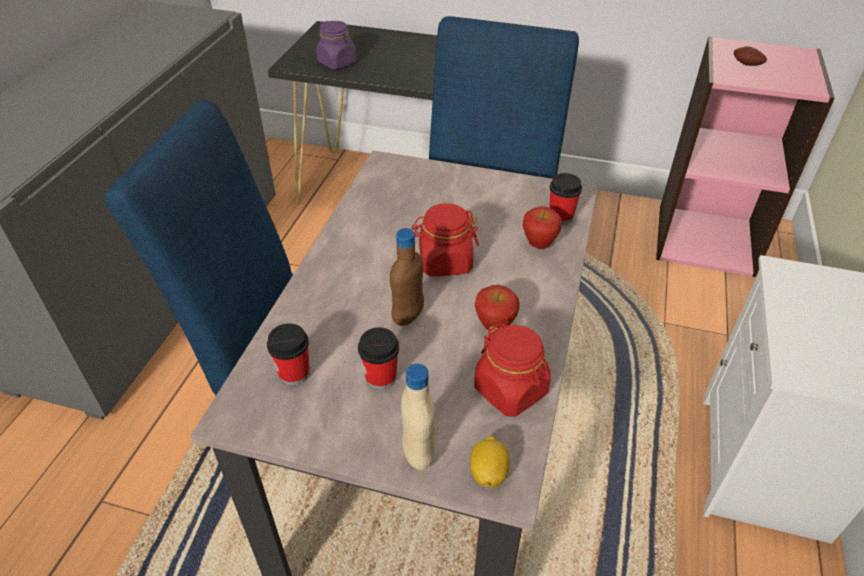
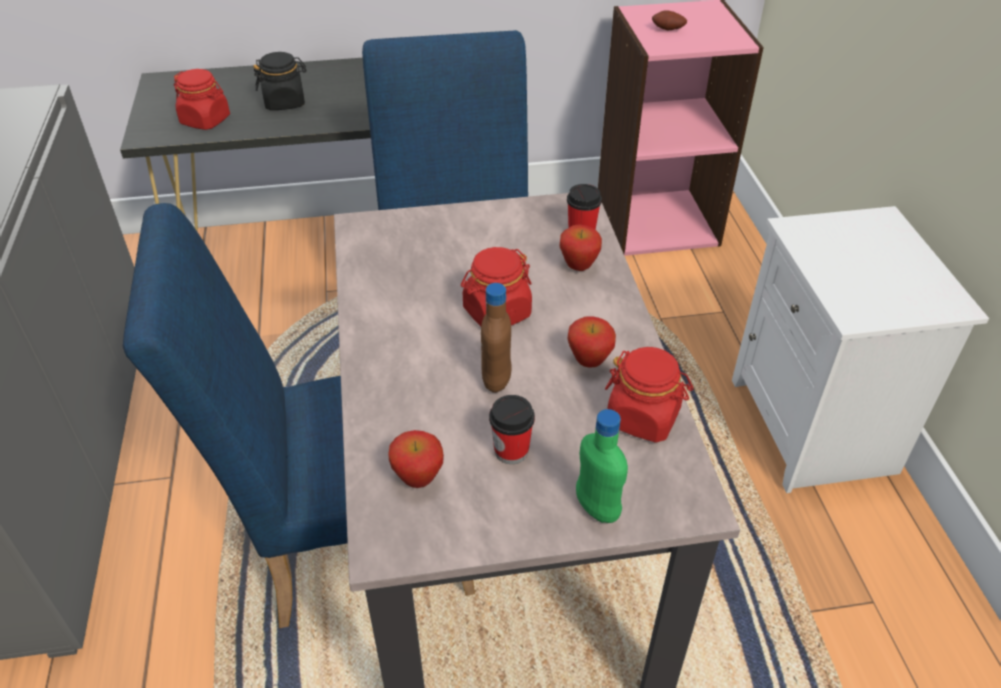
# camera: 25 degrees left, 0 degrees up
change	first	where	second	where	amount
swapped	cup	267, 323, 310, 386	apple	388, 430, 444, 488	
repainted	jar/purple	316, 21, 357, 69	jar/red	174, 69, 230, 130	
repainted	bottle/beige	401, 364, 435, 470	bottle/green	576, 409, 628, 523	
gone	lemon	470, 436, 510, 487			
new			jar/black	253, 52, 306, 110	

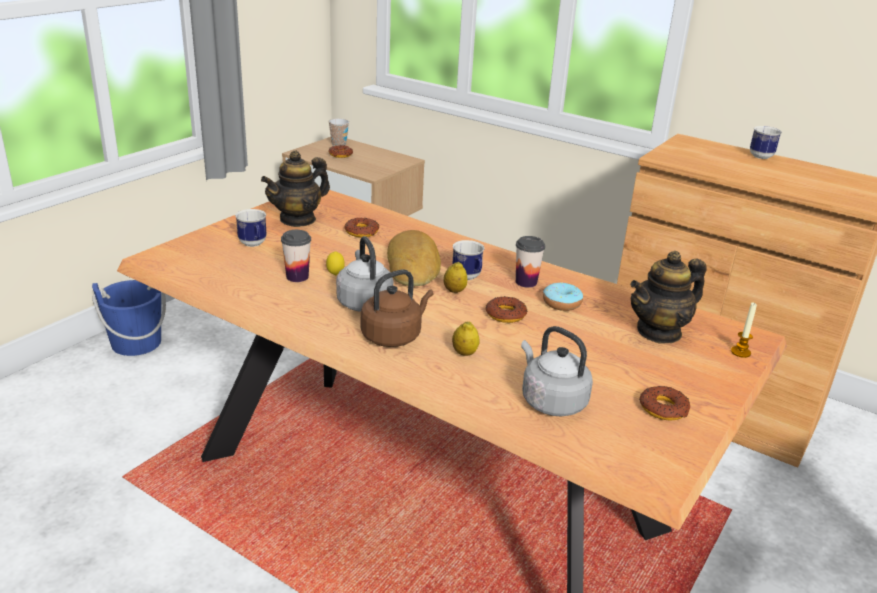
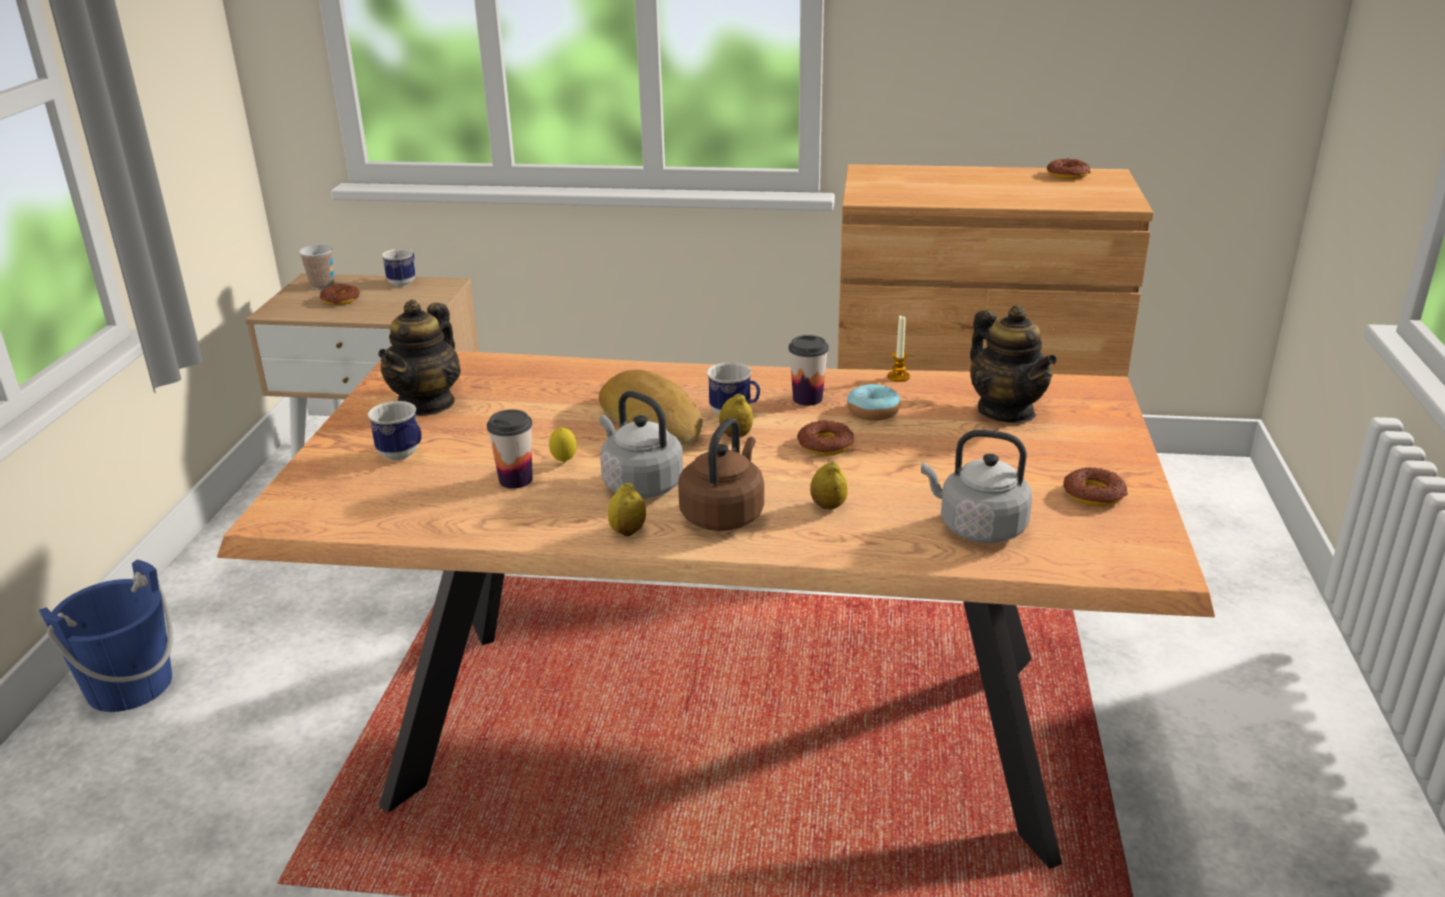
# camera: 25 degrees left, 0 degrees up
change	first	where	second	where	amount
shifted	donut	344, 218, 379, 237		1047, 159, 1091, 180	
rotated	teapot	630, 251, 707, 344		970, 305, 1057, 423	60 degrees counterclockwise
shifted	candle	731, 302, 757, 358		887, 315, 910, 382	
shifted	mug	750, 126, 782, 159		382, 248, 415, 287	
new			lemon	608, 483, 646, 536	

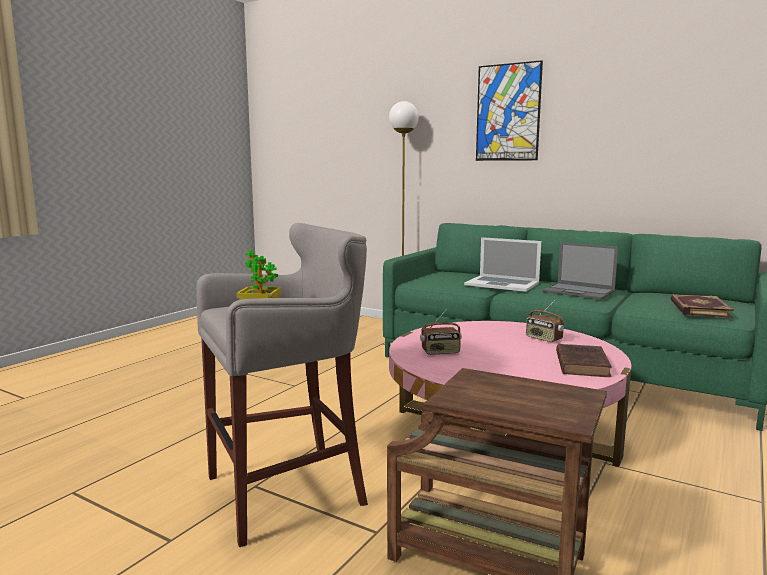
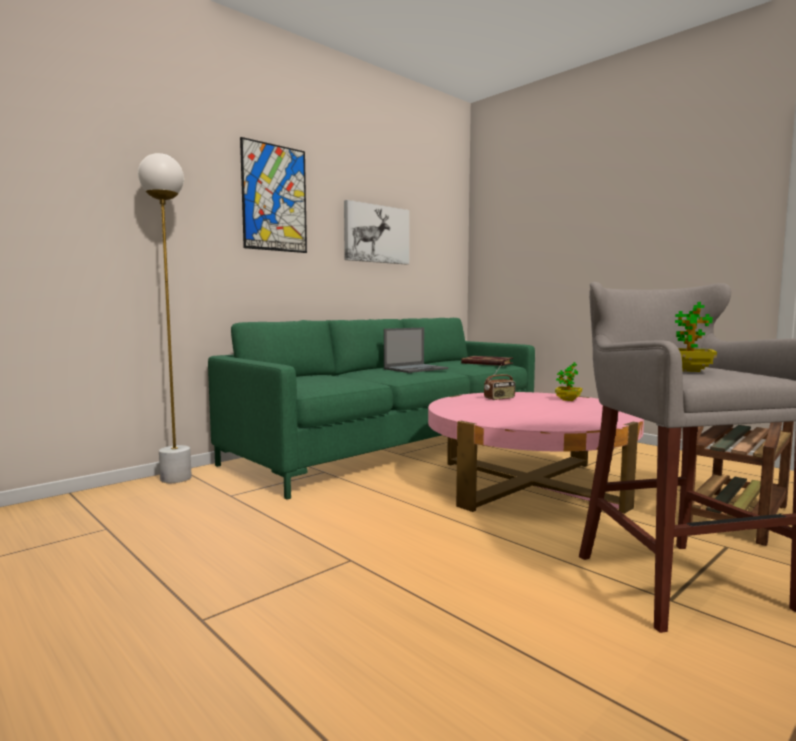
# camera: 75 degrees left, 5 degrees down
change	first	where	second	where	amount
gone	radio	420, 310, 462, 355			
gone	laptop	464, 237, 541, 292			
swapped	book/brown	556, 344, 612, 377	potted plant	555, 362, 582, 401	
new			picture	344, 200, 409, 264	

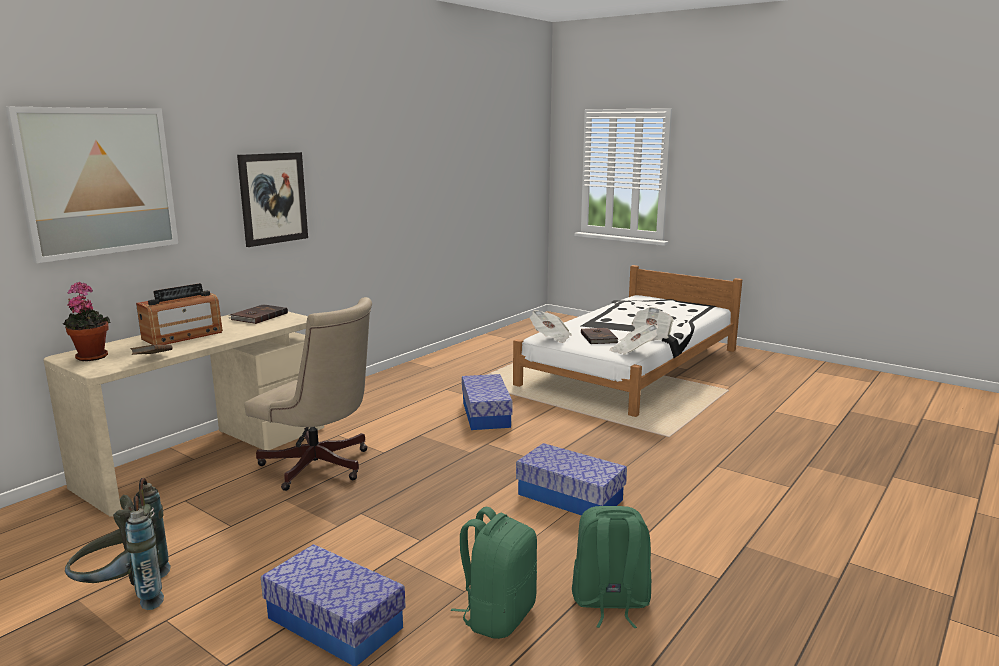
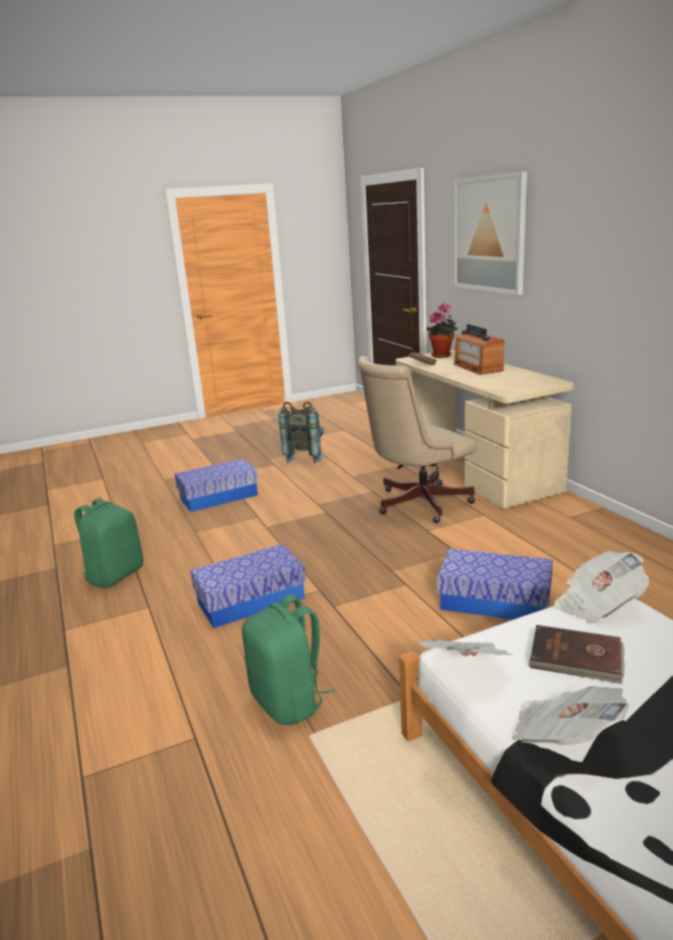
# camera: 120 degrees right, 5 degrees up
change	first	where	second	where	amount
gone	book/brown	229, 304, 288, 324			
gone	picture	237, 152, 308, 247			
shifted	backpack/green	451, 507, 537, 639		242, 594, 335, 725	

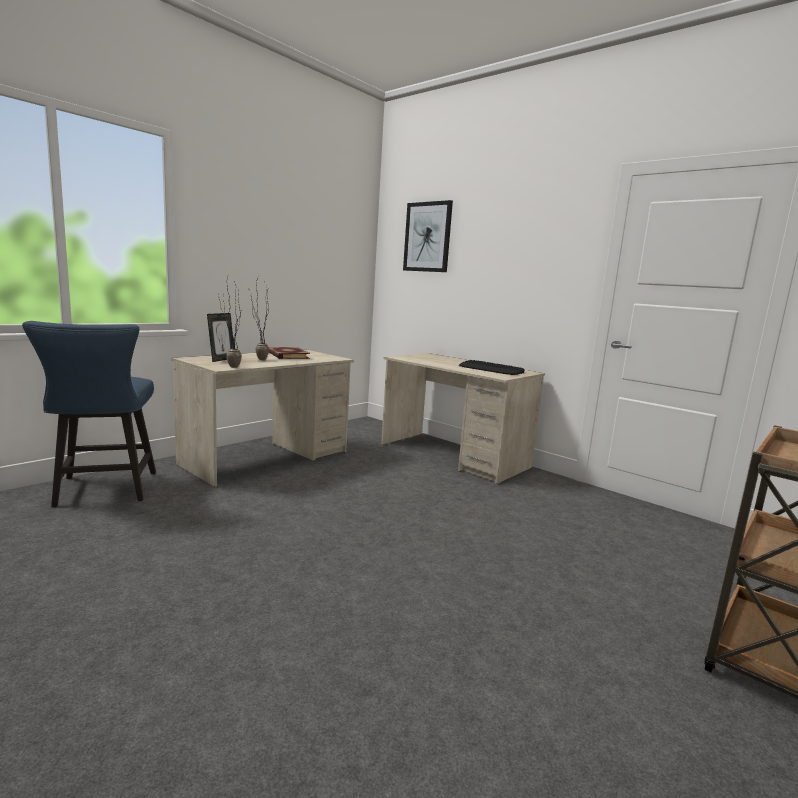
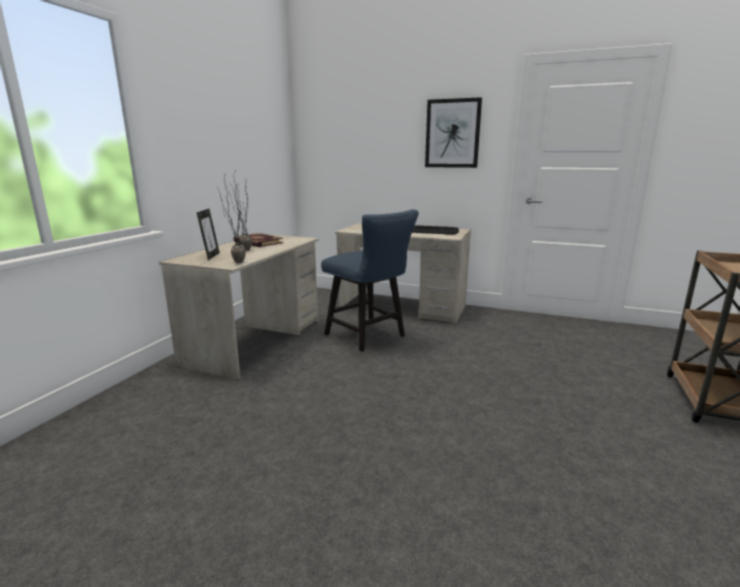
# camera: 20 degrees left, 5 degrees up
change	first	where	second	where	amount
shifted	chair/blue	22, 321, 156, 507		321, 209, 419, 352	
shifted	picture	403, 200, 453, 272		425, 97, 482, 168	

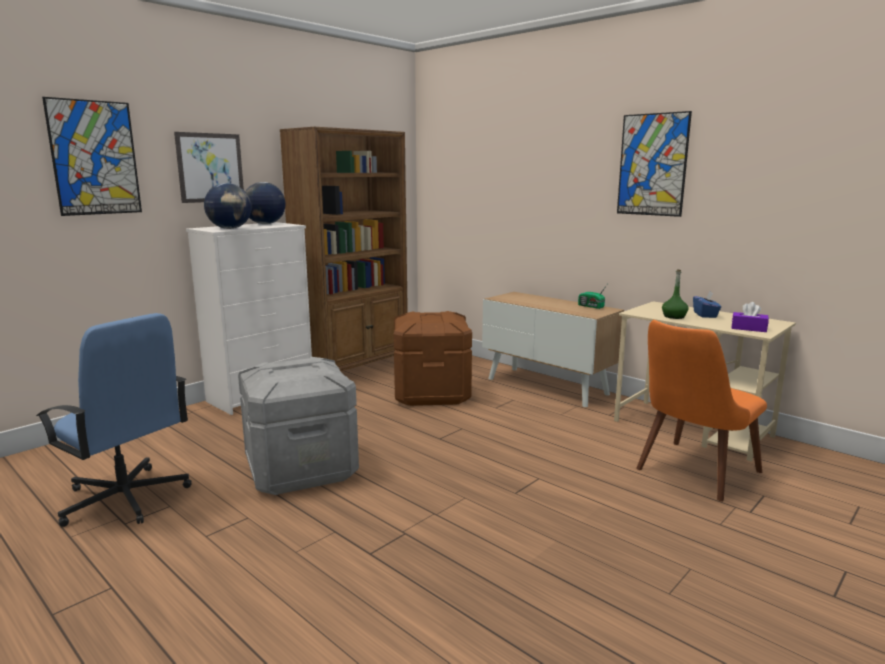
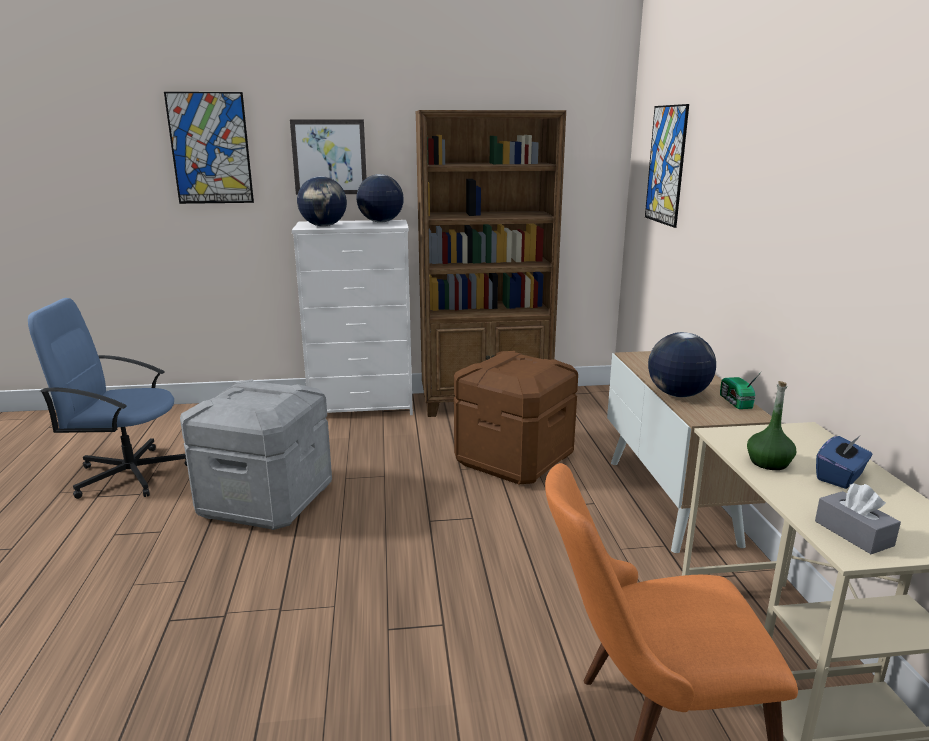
# camera: 40 degrees right, 5 degrees up
change	first	where	second	where	amount
rotated	office chair/blue	36, 313, 191, 527		28, 298, 187, 499	105 degrees clockwise
shifted	picture	617, 111, 692, 217		645, 104, 689, 228	
repainted	tissue box/purple	731, 302, 769, 332	tissue box/grey	815, 483, 901, 554	
new			globe	648, 332, 716, 397	

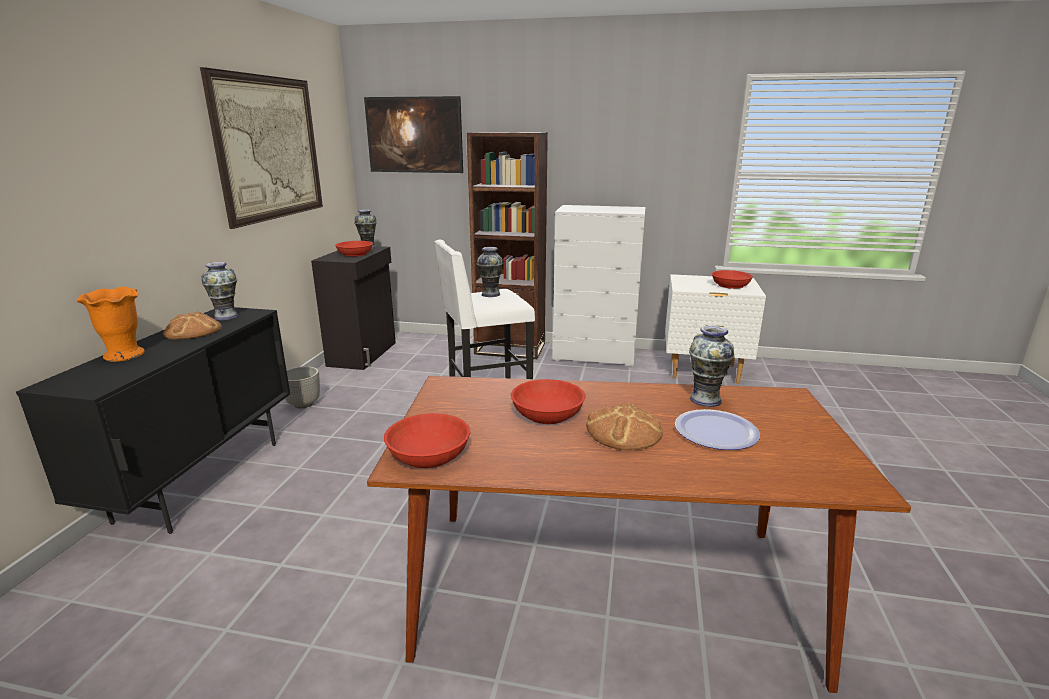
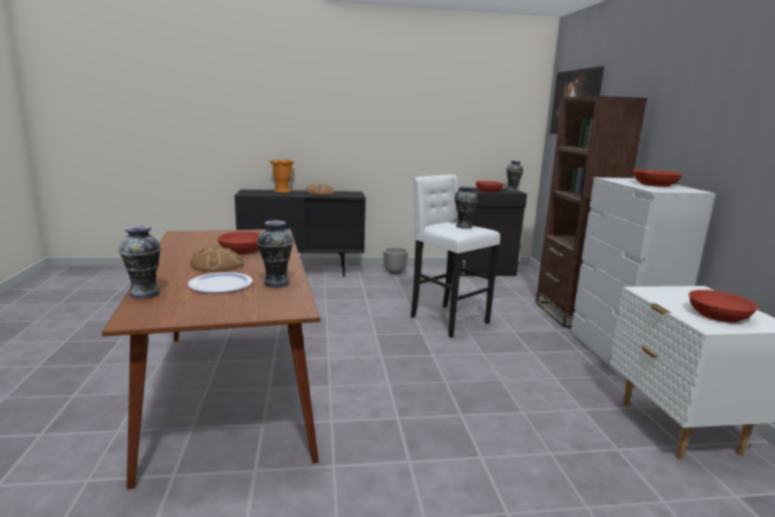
# camera: 70 degrees right, 5 degrees down
change	first	where	second	where	amount
gone	picture	200, 67, 323, 229			
shifted	vase	202, 262, 238, 320		119, 226, 161, 299	
shifted	bowl/red	384, 413, 471, 468		633, 169, 683, 187	

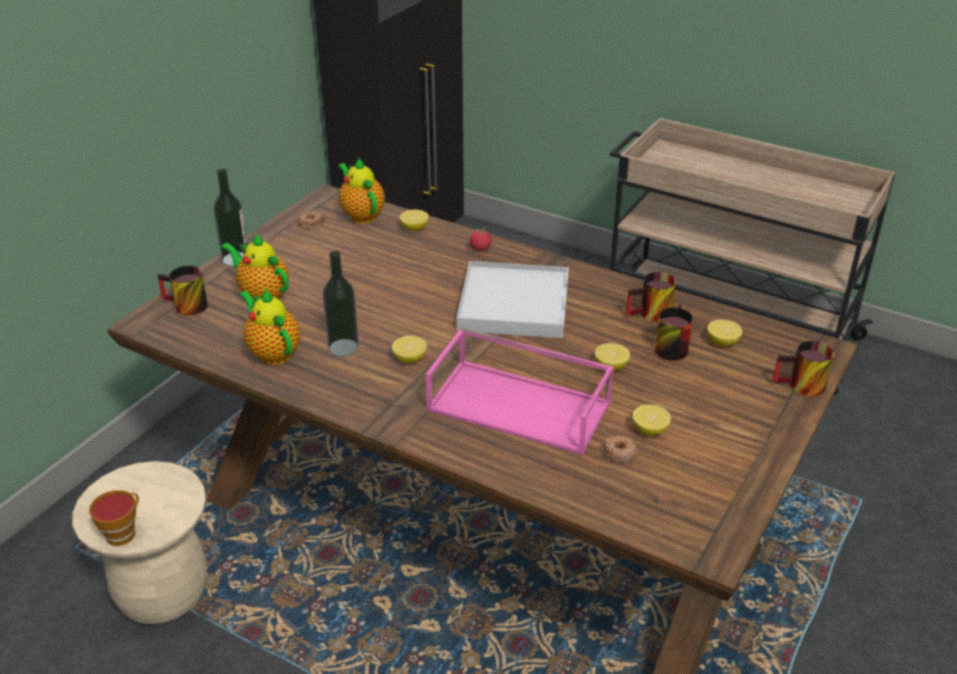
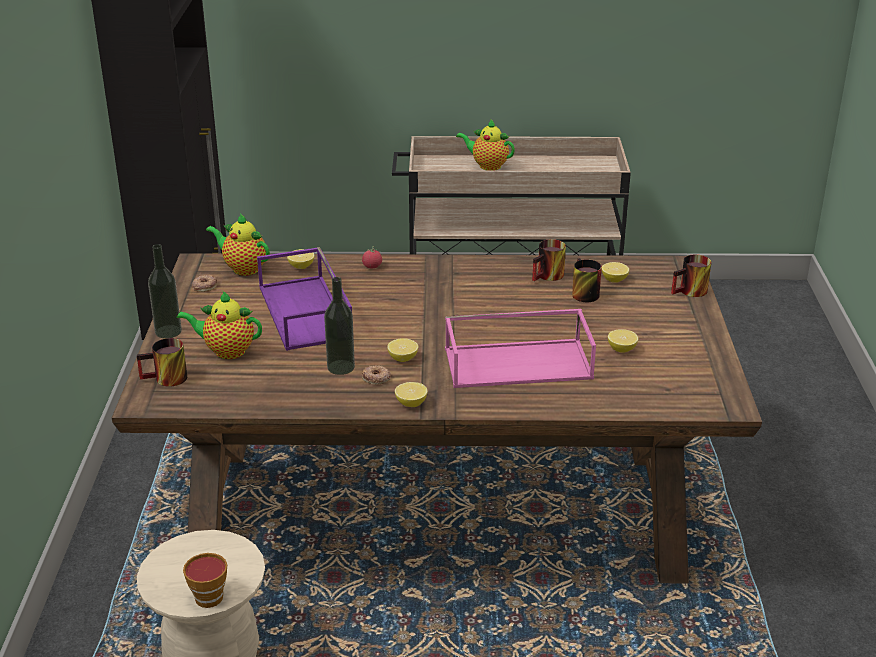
# camera: 30 degrees left, 5 degrees down
change	first	where	second	where	amount
shifted	teapot	240, 289, 300, 365		456, 119, 515, 171	
gone	tray/white	457, 261, 569, 338			
shifted	lemon	595, 343, 630, 371		395, 382, 428, 407	
shifted	donut	603, 434, 638, 462		362, 365, 391, 385	
new			tray/purple	257, 247, 352, 351	

